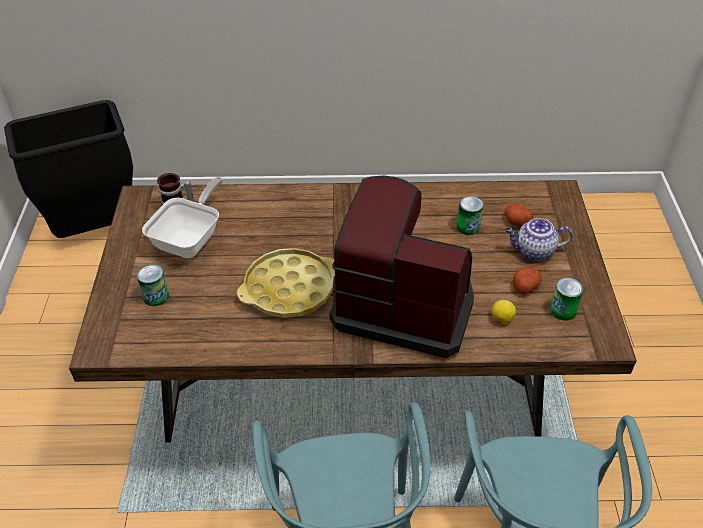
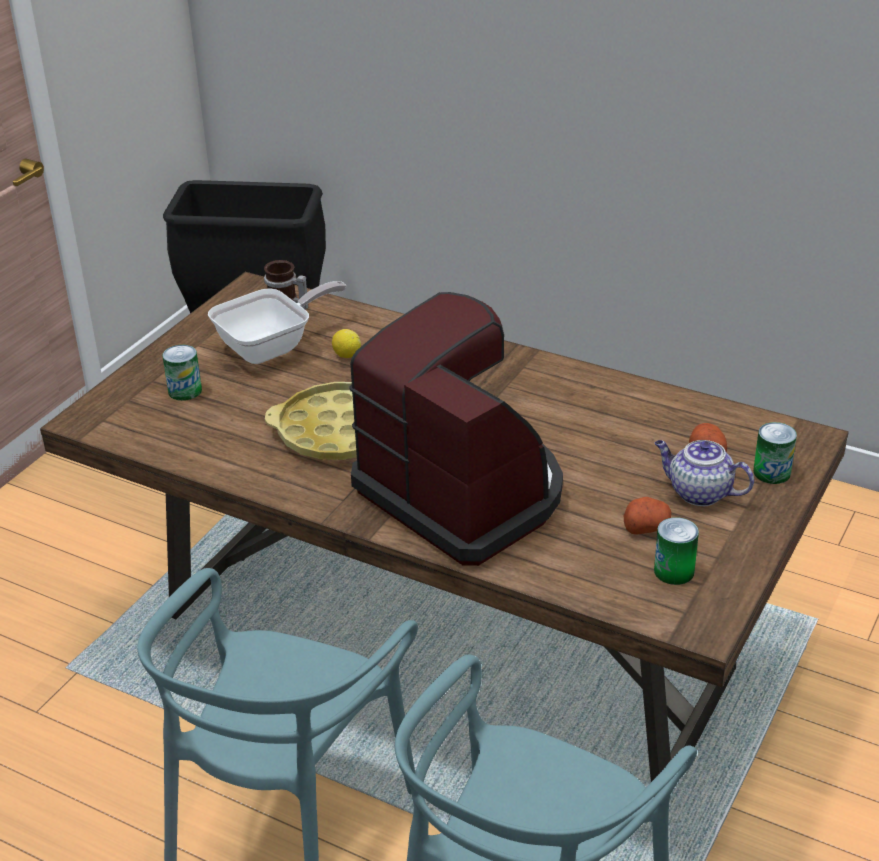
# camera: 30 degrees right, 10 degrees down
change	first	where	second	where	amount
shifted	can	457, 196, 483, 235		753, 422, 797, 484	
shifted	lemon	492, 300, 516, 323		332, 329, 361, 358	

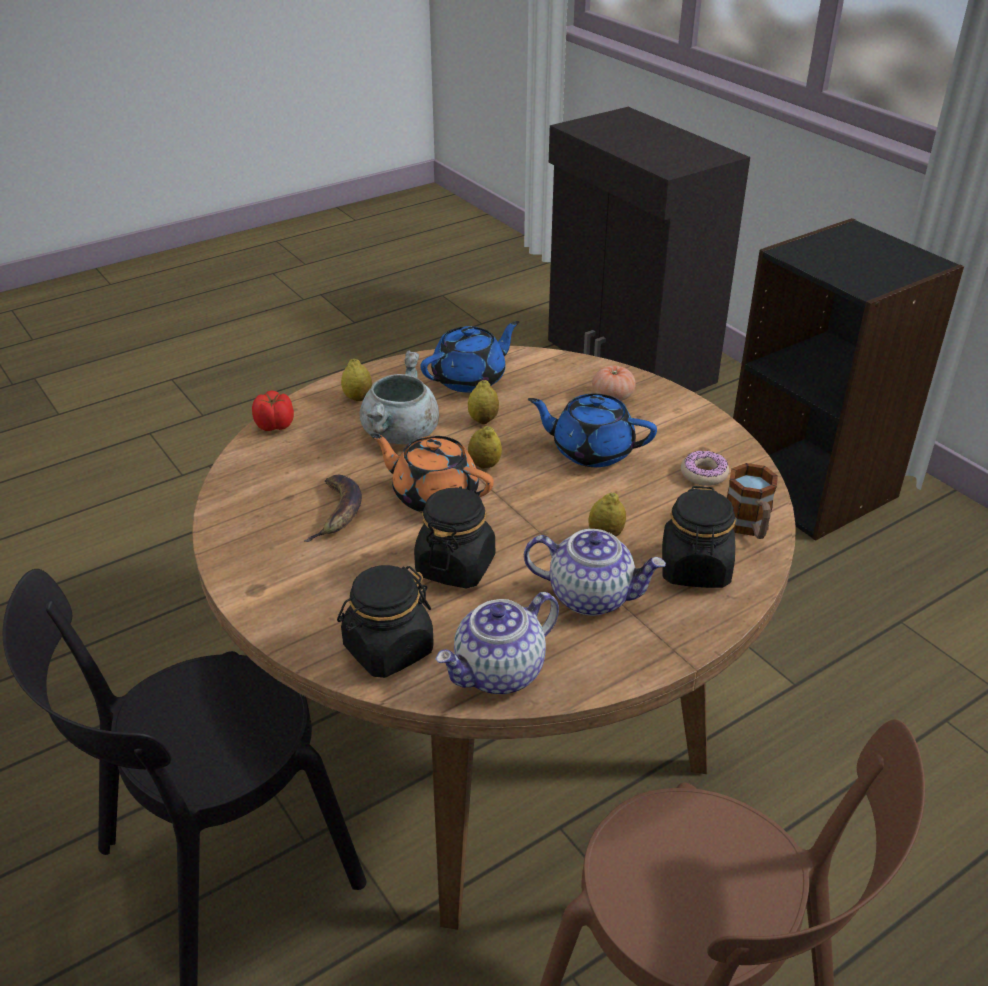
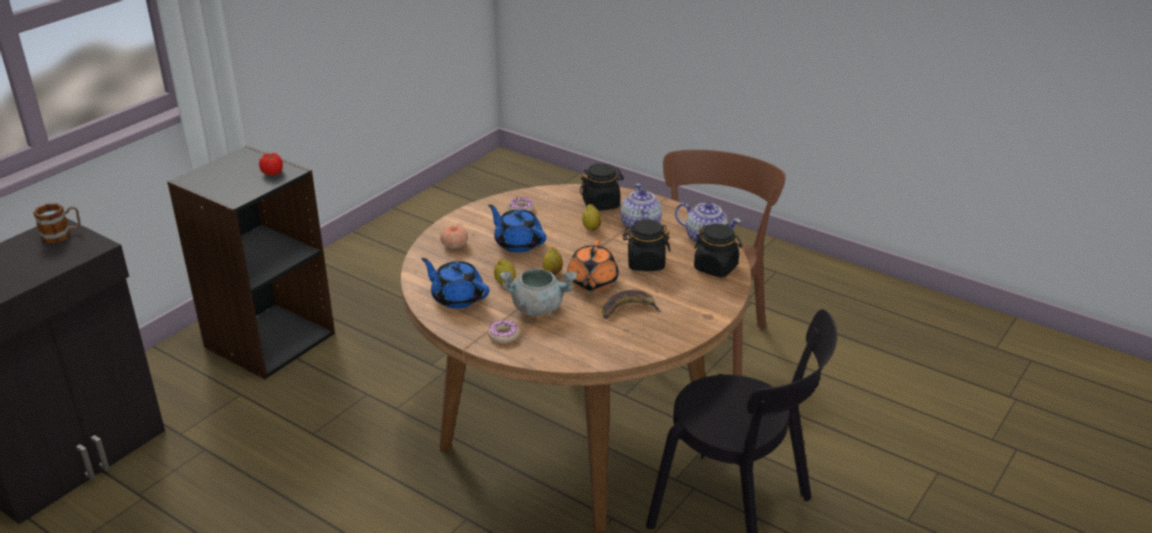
# camera: 110 degrees left, 5 degrees down
change	first	where	second	where	amount
shifted	tomato	252, 391, 294, 431		259, 153, 283, 175	
swapped	lemon	341, 359, 372, 401	donut	488, 320, 520, 343	
rotated	teapot/blue	528, 394, 657, 467		488, 204, 546, 253	135 degrees clockwise
shifted	mug	727, 463, 778, 539		33, 203, 81, 243	

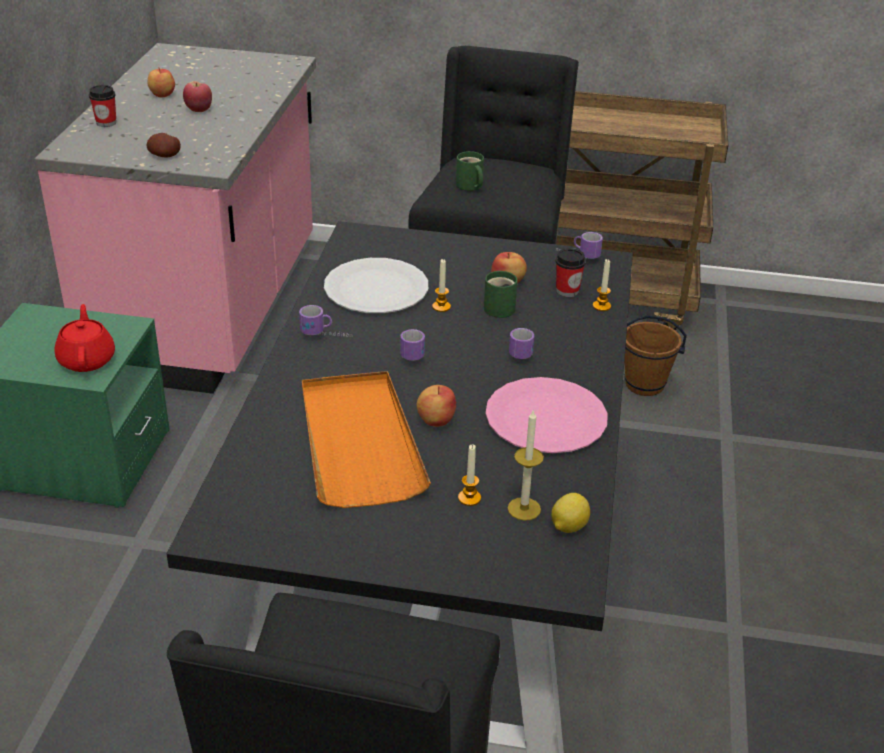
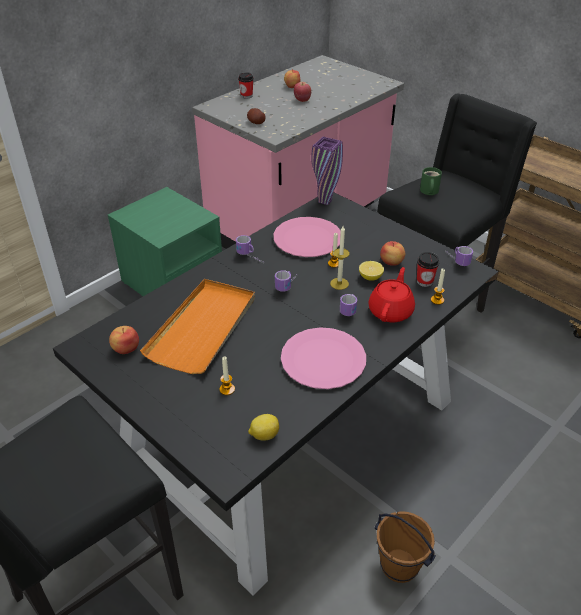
# camera: 35 degrees right, 5 degrees up
change	first	where	second	where	amount
shifted	teapot/red	54, 304, 115, 372		368, 267, 415, 322	
repainted	plate/white	324, 258, 428, 313	plate/pink	274, 217, 341, 257	
shifted	apple	417, 385, 456, 427		109, 326, 139, 354	
swapped	mug/green	484, 271, 517, 318	lemon	359, 261, 384, 281	
shifted	candle	508, 409, 544, 521		330, 226, 350, 290	
shifted	bucket/brown	624, 315, 687, 396		374, 511, 436, 583	
new			vase/purple	311, 137, 343, 205	

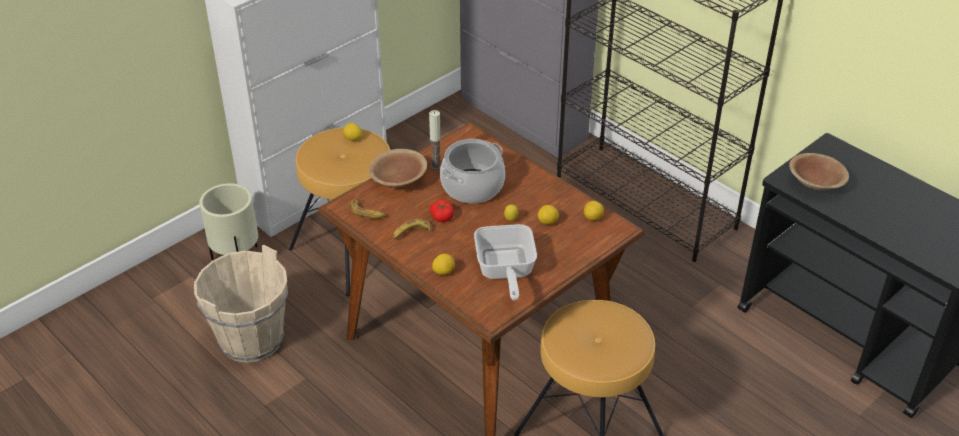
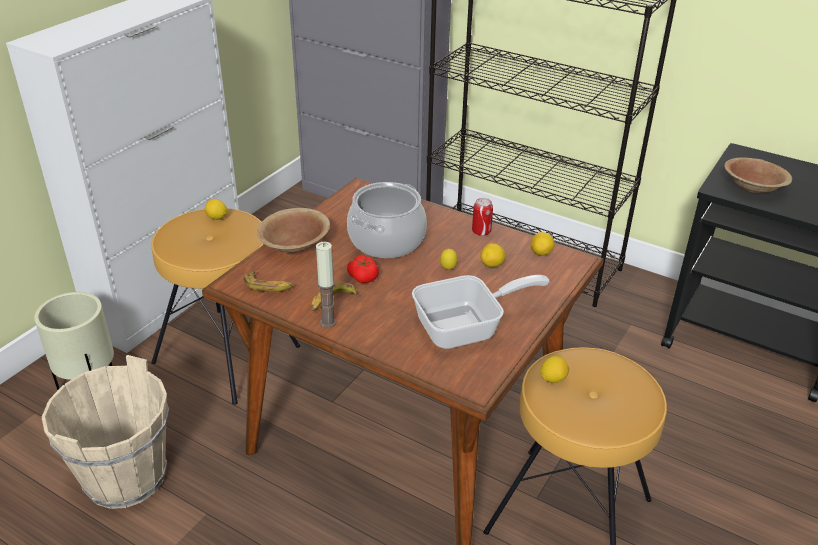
# camera: 15 degrees left, 5 degrees down
change	first	where	second	where	amount
shifted	candle	429, 110, 441, 170		316, 242, 336, 328	
shifted	lemon	432, 254, 455, 275		540, 356, 569, 383	
rotated	frying pan	474, 224, 537, 300		412, 275, 550, 349	90 degrees counterclockwise
new			can	472, 198, 493, 236	

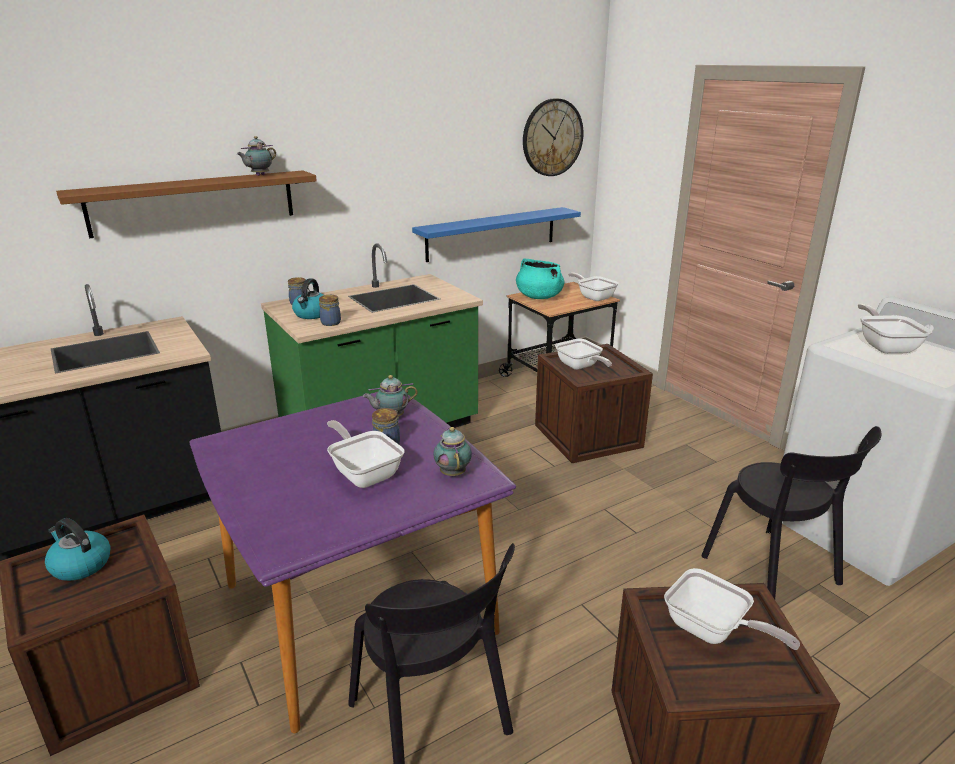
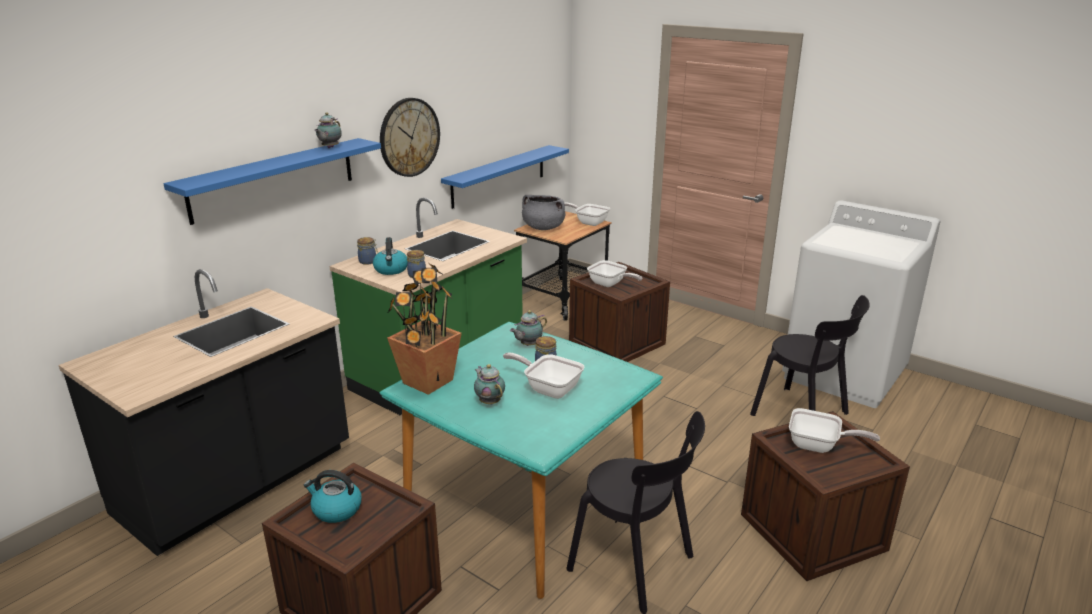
# camera: 20 degrees left, 0 degrees up
change	first	where	second	where	amount
repainted	shelf/brown	56, 171, 317, 238	shelf/blue	163, 138, 381, 225	
repainted	dining table/purple	189, 392, 516, 733	dining table/turquoise	380, 322, 663, 599	
shifted	teapot	433, 427, 472, 477		474, 364, 505, 405	
repainted	cooking pot/turquoise	516, 258, 564, 299	cooking pot/grey	522, 195, 566, 230	
shifted	wall clock	523, 98, 584, 176		380, 98, 440, 177	
gone	frying pan	858, 304, 932, 354			
new			potted plant	387, 263, 462, 395	

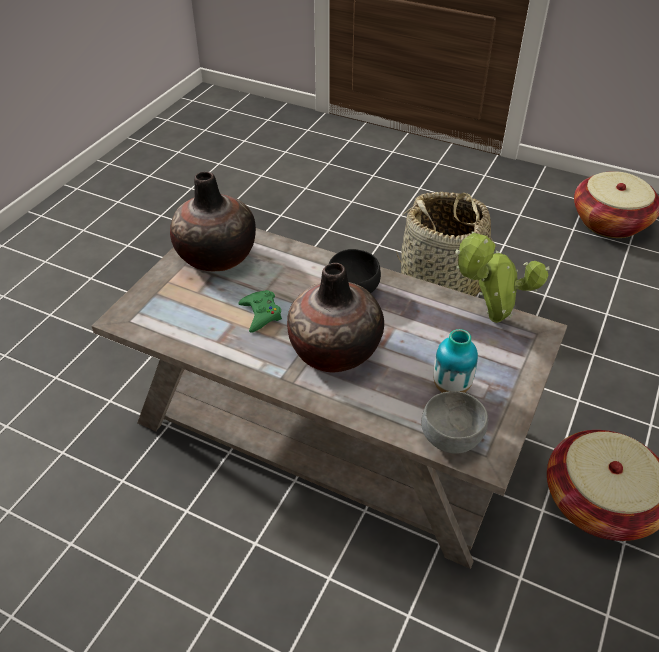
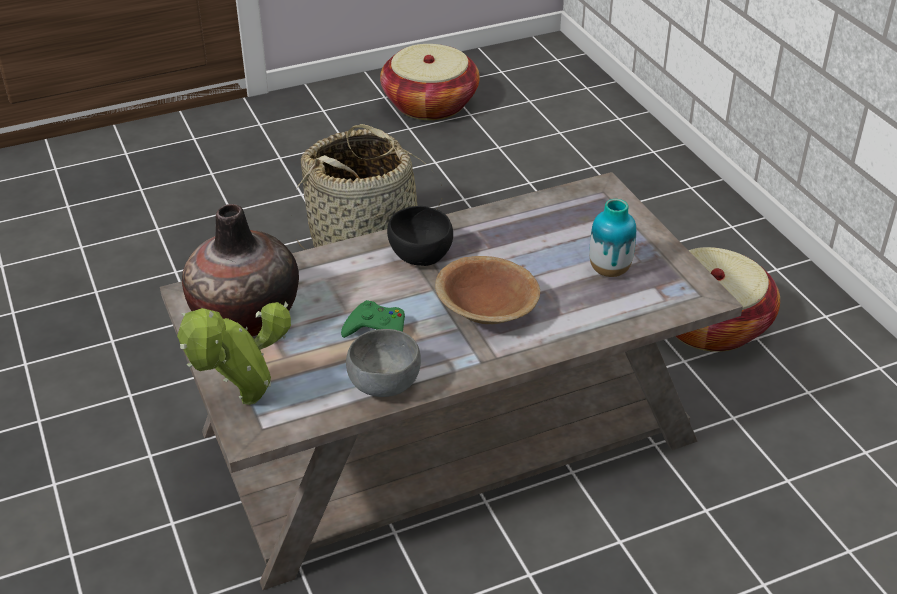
# camera: 50 degrees left, 5 degrees down
change	first	where	second	where	amount
swapped	vase	287, 263, 384, 372	bowl/brown	435, 256, 540, 324	
shifted	bowl/grey	421, 391, 488, 454		346, 329, 421, 397	
shifted	potted plant	455, 231, 550, 323		177, 302, 291, 405	

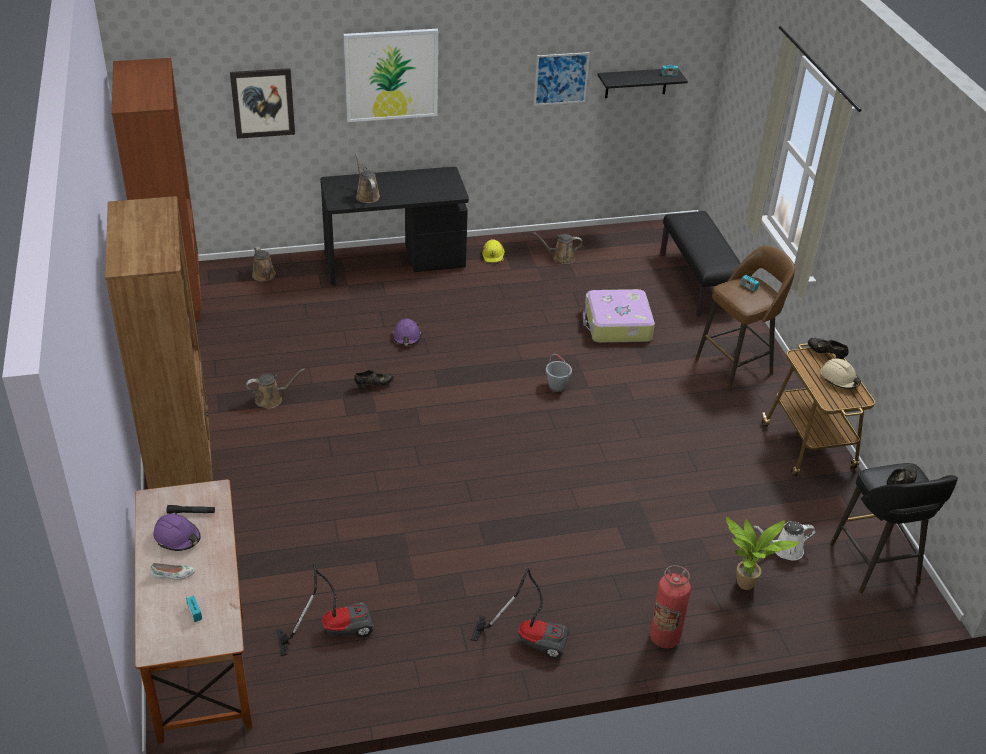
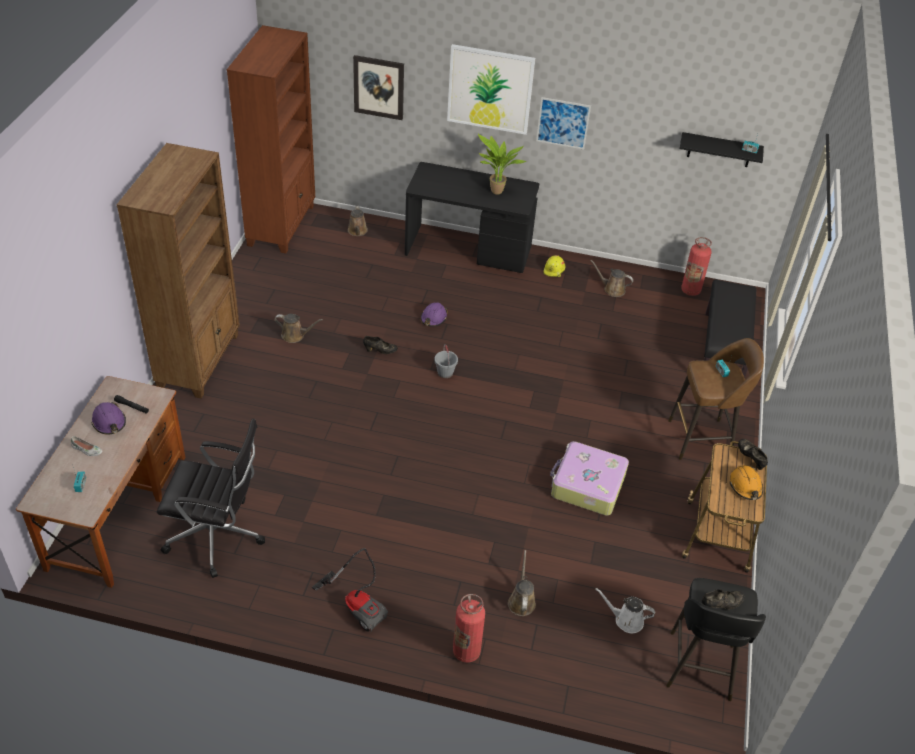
# camera: 25 degrees right, 5 degrees up
change	first	where	second	where	amount
swapped	vacuum cleaner	276, 563, 373, 656	office chair/black	157, 419, 265, 578	
shifted	watering can/brown	355, 153, 380, 203		508, 550, 536, 616	
shifted	picture	534, 52, 590, 106		536, 97, 591, 149	
shifted	bucket/grey	546, 354, 572, 392		435, 344, 458, 378	
shifted	suitcase	583, 289, 655, 343		550, 441, 629, 516	
shifted	potted plant	726, 516, 800, 590		478, 134, 526, 195	
repainted	hard hat/beige	821, 359, 861, 389	hard hat/orange	730, 465, 763, 500	
new			fire extinguisher	681, 237, 712, 296	

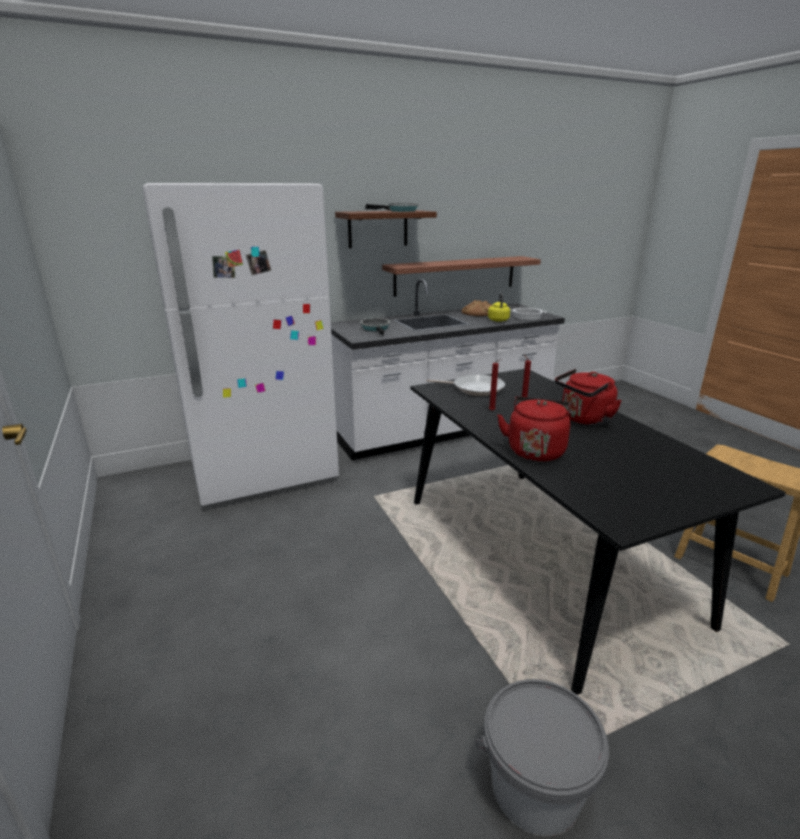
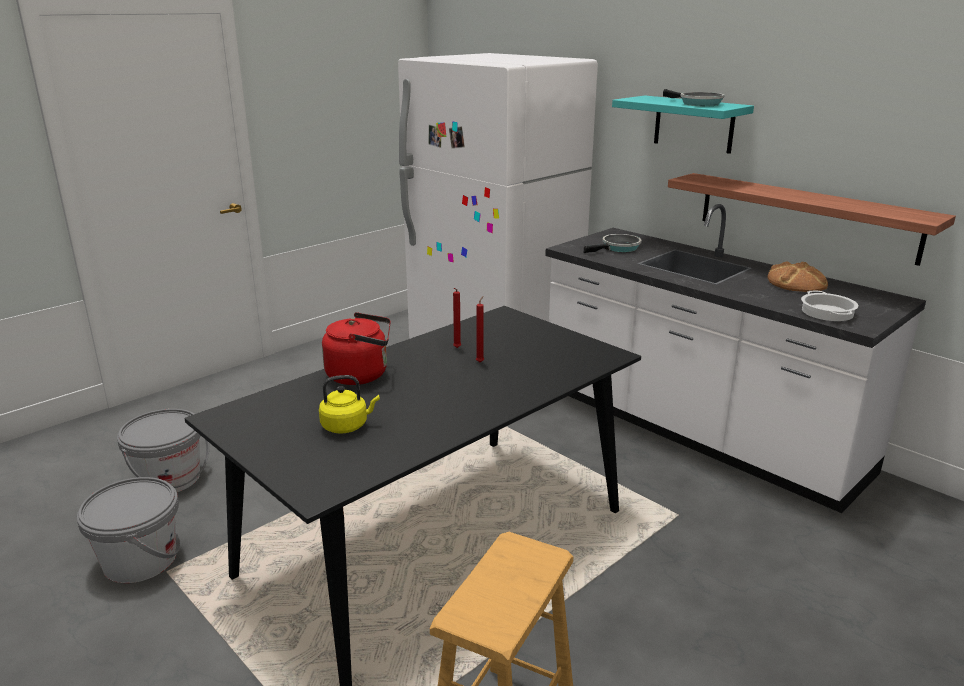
# camera: 70 degrees right, 0 degrees up
change	first	where	second	where	amount
repainted	shelf/brown	335, 210, 437, 248	shelf/turquoise	612, 96, 754, 154	
gone	frying pan	427, 374, 505, 396			
shifted	kettle/yellow	488, 293, 510, 322		319, 375, 380, 434	
gone	kettle/red	555, 369, 622, 425			
new			bucket/grey	117, 409, 209, 492	

